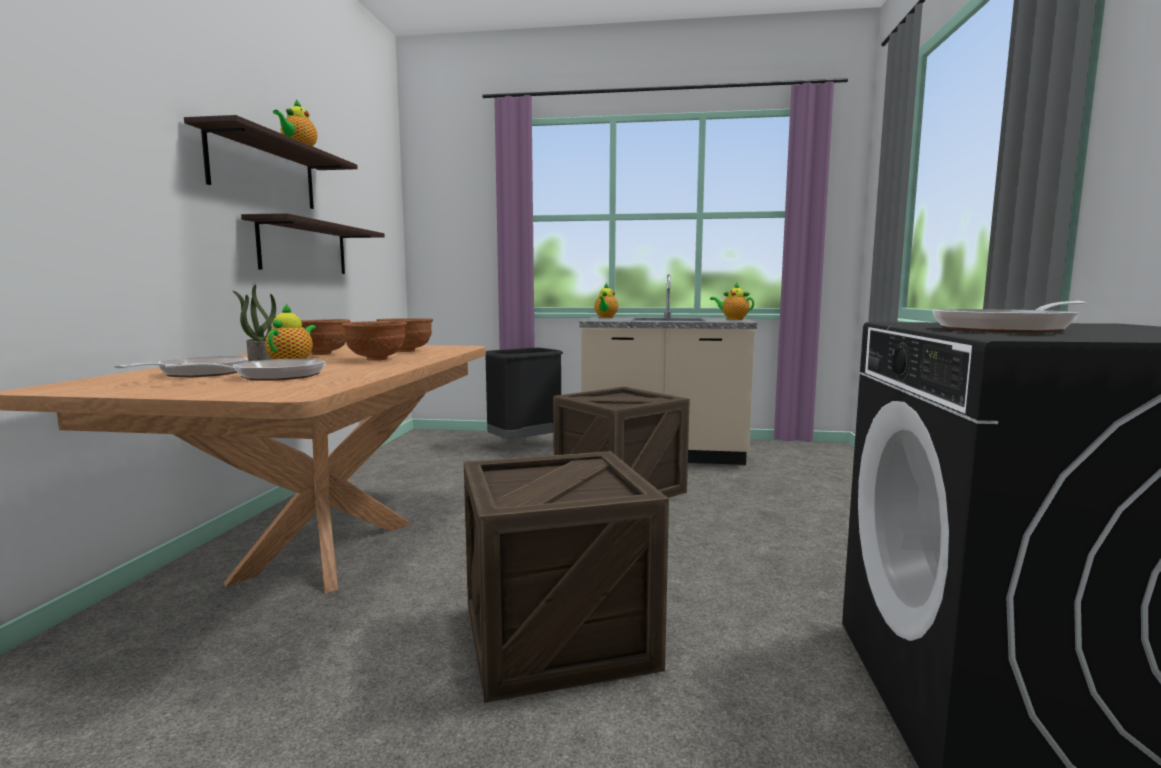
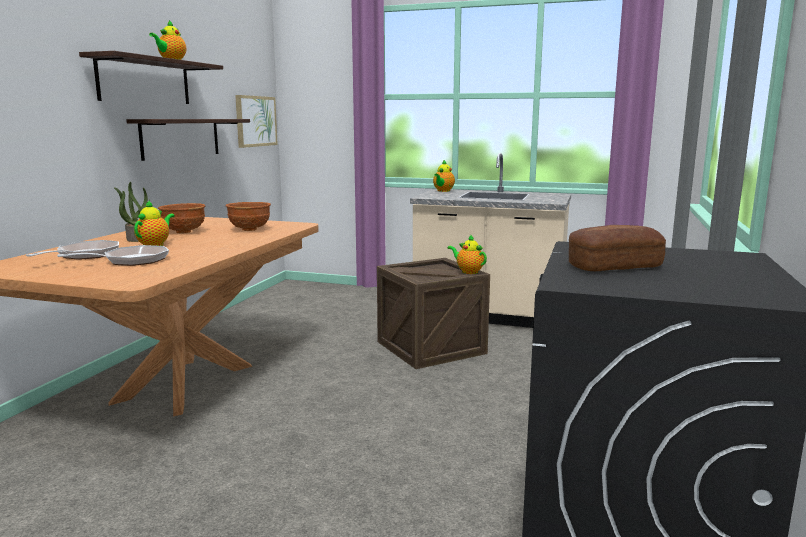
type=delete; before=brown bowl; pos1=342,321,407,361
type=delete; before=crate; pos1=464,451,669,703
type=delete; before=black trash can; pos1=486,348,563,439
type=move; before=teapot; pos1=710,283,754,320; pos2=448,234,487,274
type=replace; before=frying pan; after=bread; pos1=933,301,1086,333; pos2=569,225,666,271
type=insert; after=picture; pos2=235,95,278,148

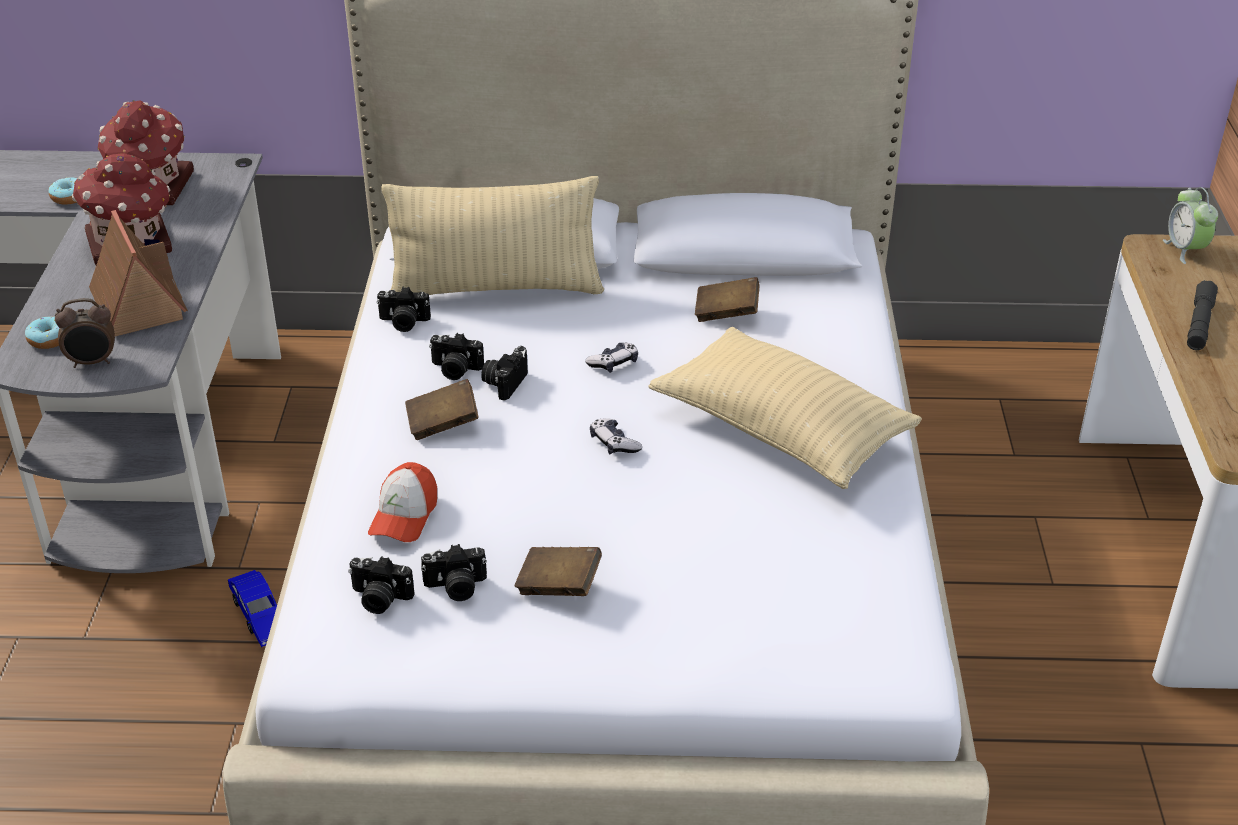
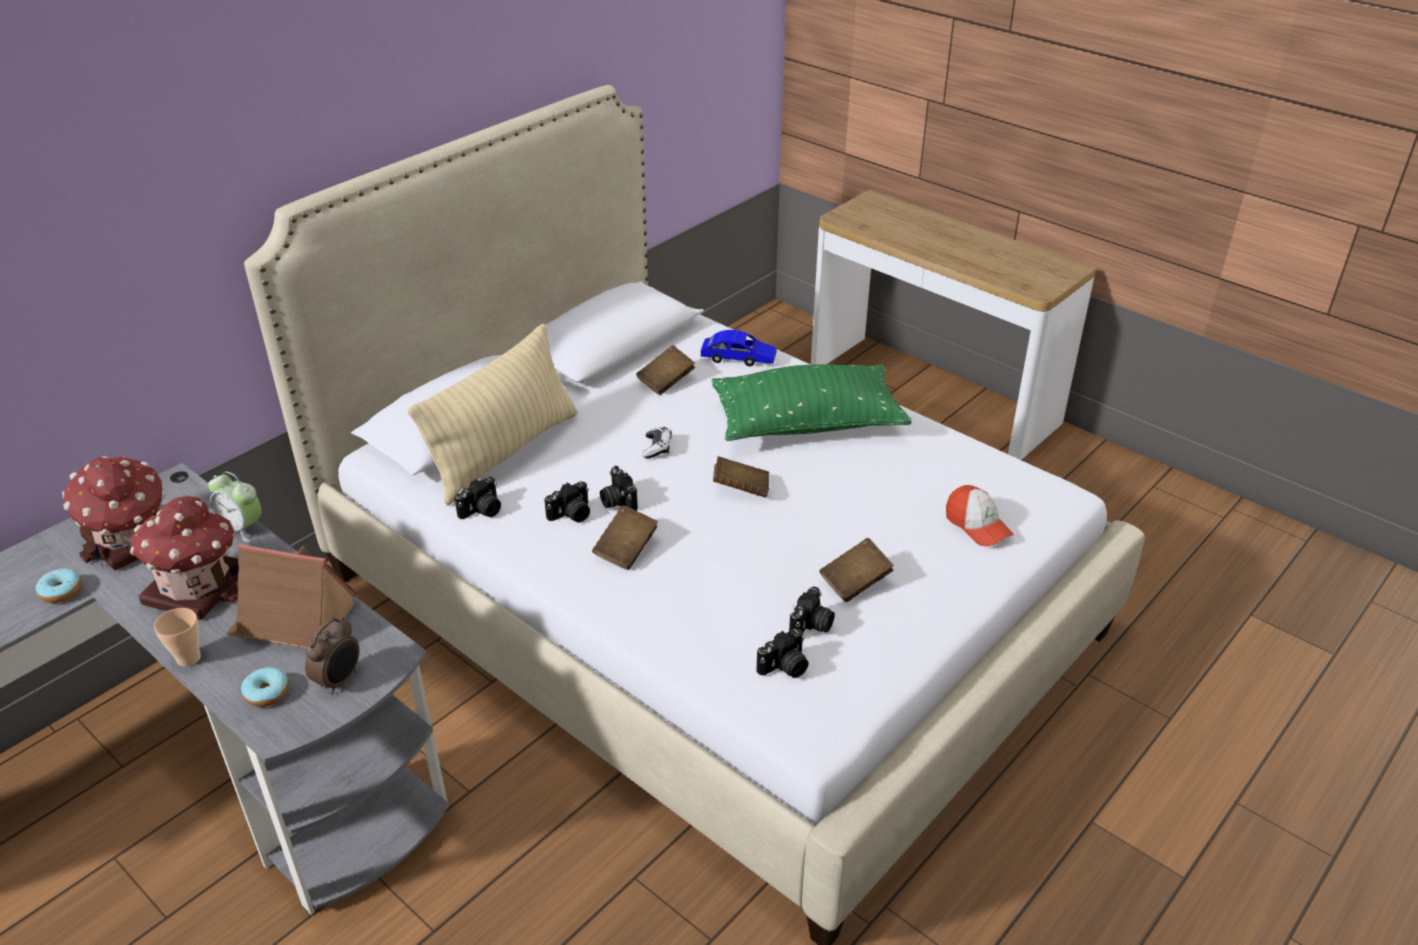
type=move; before=blue toy car; pos1=228,570,277,647; pos2=701,330,776,366
type=move; before=cap; pos1=368,462,437,542; pos2=946,485,1014,546
type=replace; before=game controller; after=brown book; pos1=590,418,642,454; pos2=713,456,769,498
type=recolor; before=beige pillow; after=green pillow; pos1=649,327,922,489; pos2=712,364,912,441
type=move; before=alarm clock; pos1=1163,187,1218,264; pos2=208,471,262,542
type=delete; before=grey flashlight; pos1=1187,280,1218,350
type=insert; after=cup; pos2=154,608,201,666

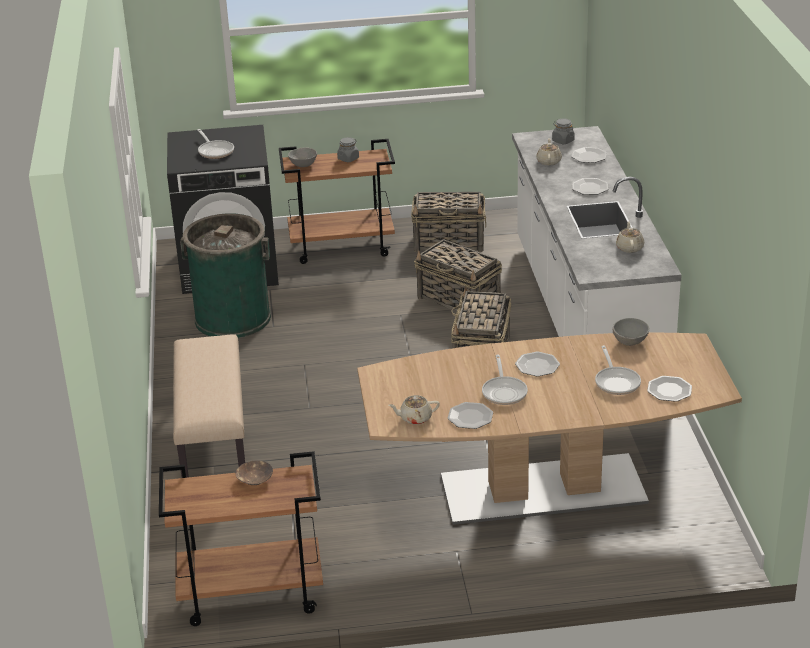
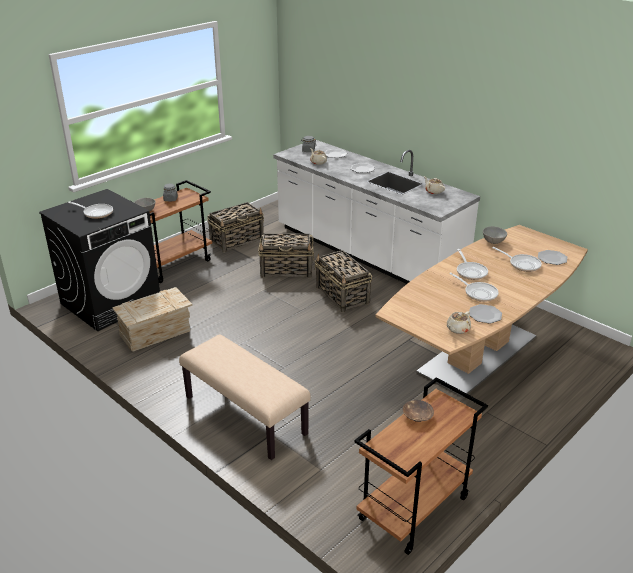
type=replace; before=green trash can; after=crate; pos1=180,213,271,338; pos2=112,287,193,352
type=replace; before=plate; after=frying pan; pos1=515,352,560,377; pos2=457,249,488,280

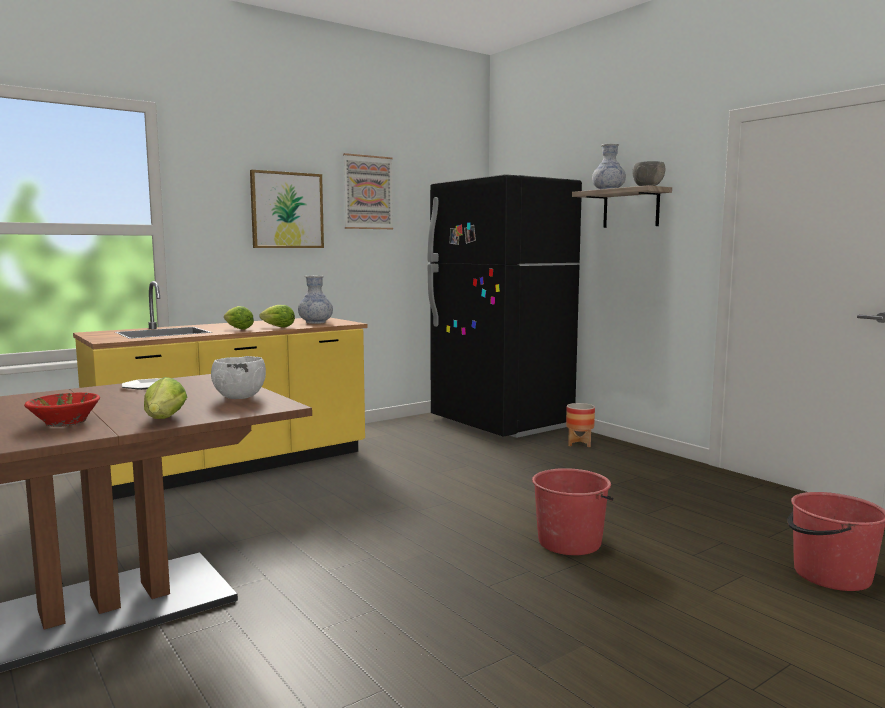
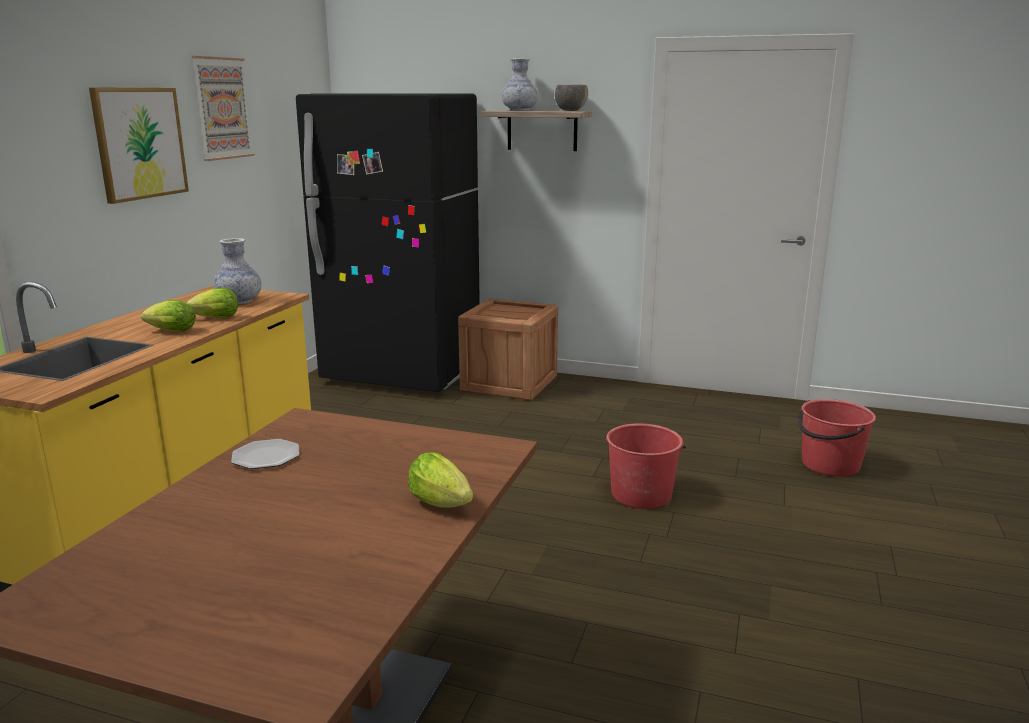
type=delete; before=red bowl; pos1=24,393,100,427
type=delete; before=white bowl; pos1=211,356,266,399
type=replace; before=planter; after=crate; pos1=566,403,595,447; pos2=458,298,558,400

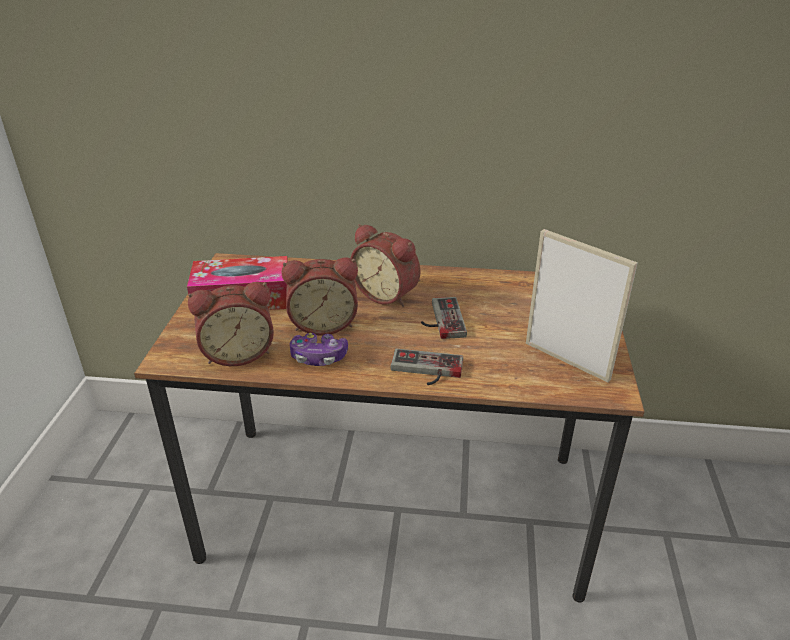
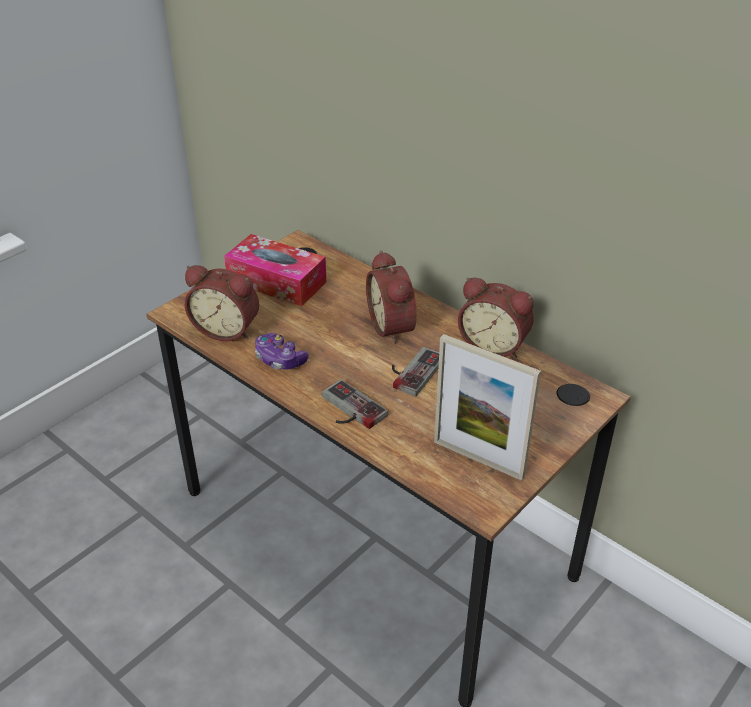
type=move; before=alarm clock; pos1=282,257,358,336; pos2=458,278,534,358
type=rotate; before=picture frame; pos1=526,229,638,382; pos2=434,334,541,480; turn=135

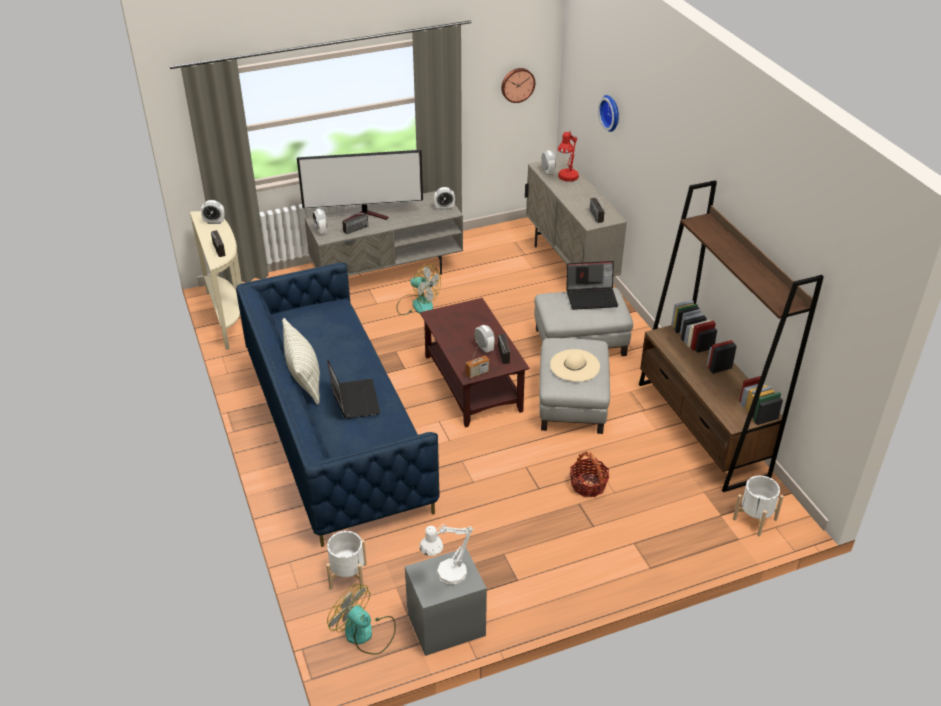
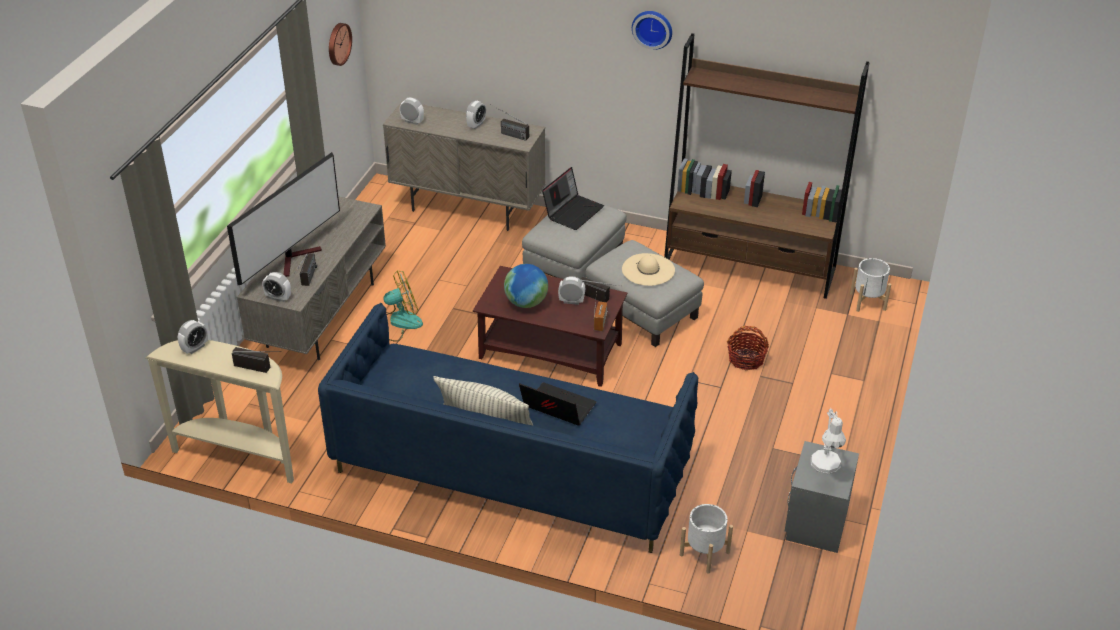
type=delete; before=fan; pos1=327,584,396,655
type=move; before=alarm clock; pos1=434,187,455,210; pos2=466,101,486,129
type=delete; before=red table lamp; pos1=558,131,579,182
type=move; before=wall clock; pos1=598,95,619,132; pos2=632,11,672,50
type=insert; after=globe; pos2=504,264,548,308

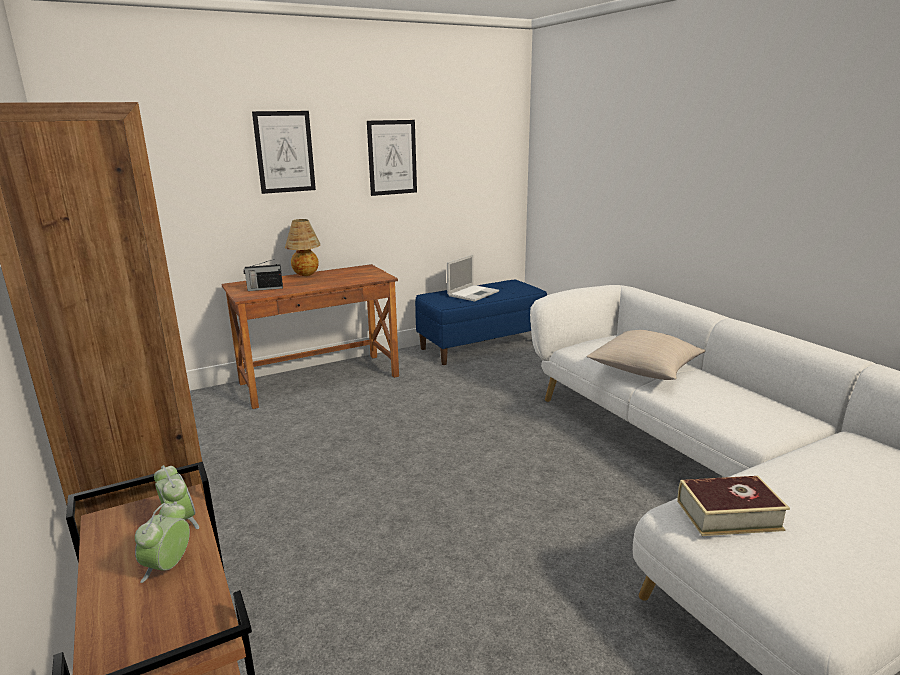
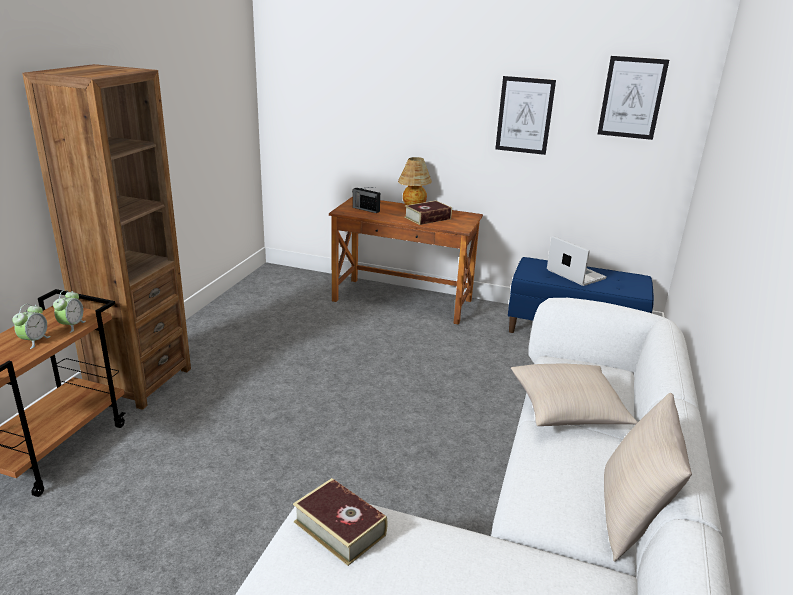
type=rotate; before=alarm clock; pos1=135,501,190,583; pos2=12,304,51,349; turn=135
type=move; before=picture; pos1=252,111,316,194; pos2=598,56,669,140
type=rotate; before=laptop; pos1=447,255,499,302; pos2=547,236,606,286; turn=-120
type=insert; after=book; pos2=405,201,452,225
type=insert; after=beige pillow; pos2=604,393,692,562

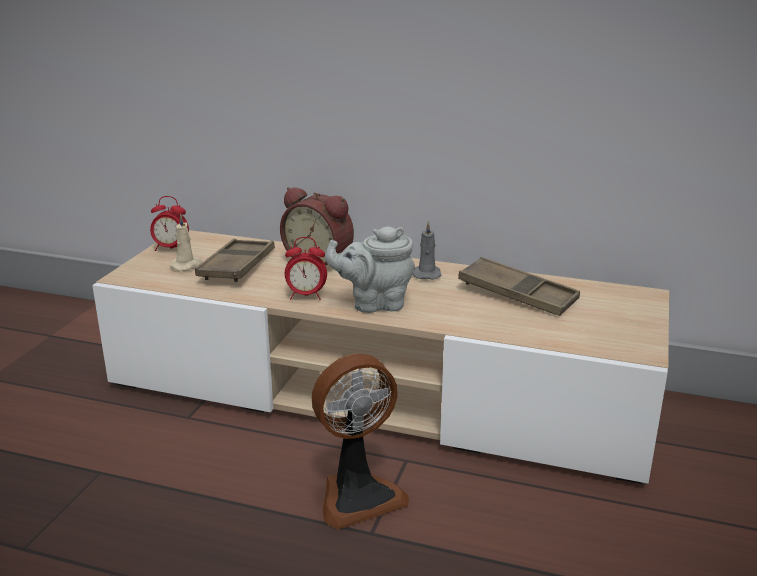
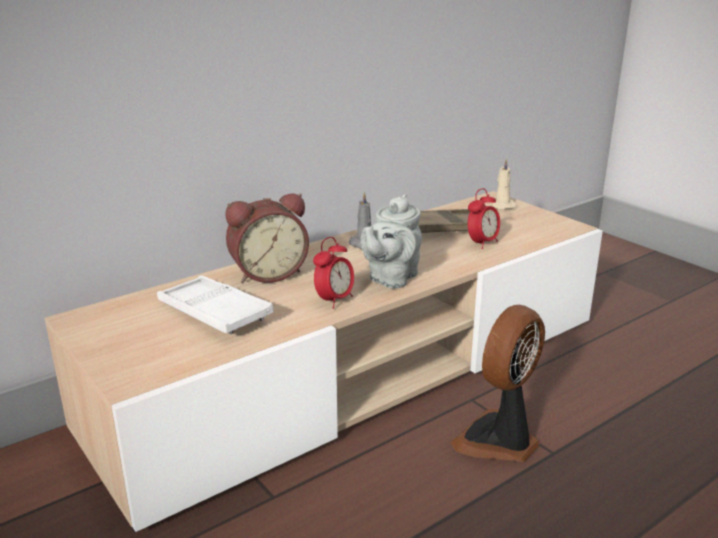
type=move; before=alarm clock; pos1=150,196,189,251; pos2=468,188,500,249
type=move; before=beige candle; pos1=170,214,203,271; pos2=490,158,516,210
type=recolor; before=brown tray; after=white tray; pos1=195,239,275,282; pos2=157,275,273,334
type=rotate; before=fan; pos1=312,354,409,529; pos2=451,305,545,462; turn=-150

